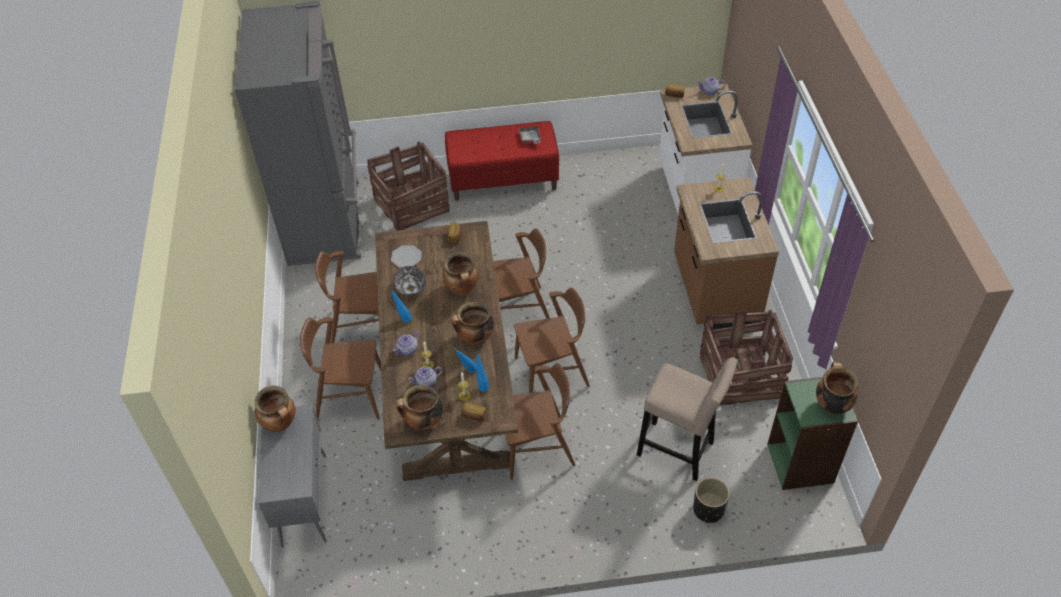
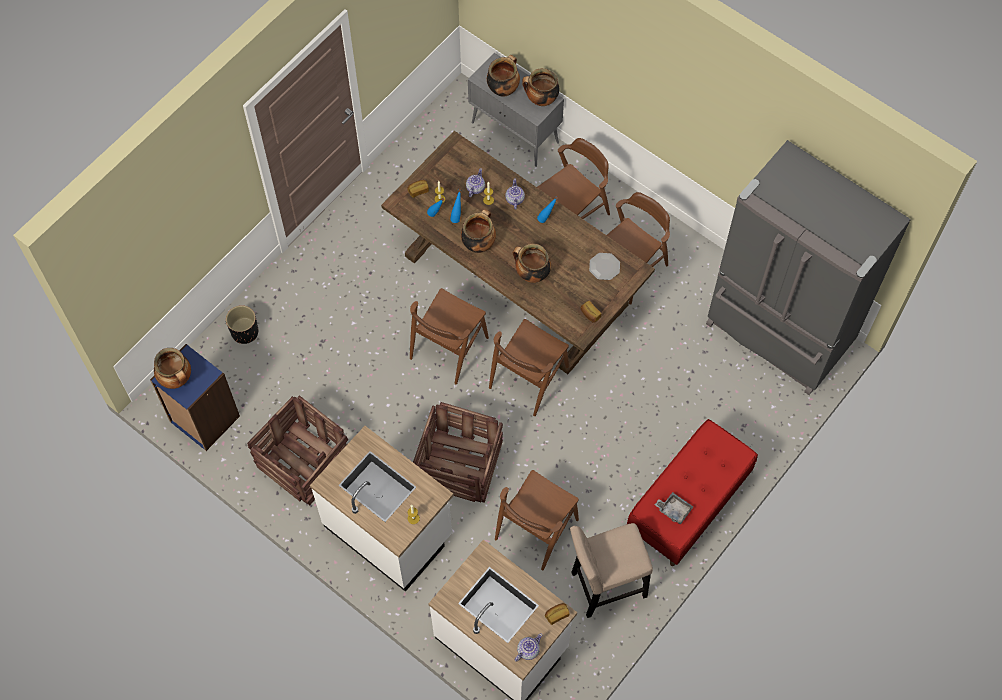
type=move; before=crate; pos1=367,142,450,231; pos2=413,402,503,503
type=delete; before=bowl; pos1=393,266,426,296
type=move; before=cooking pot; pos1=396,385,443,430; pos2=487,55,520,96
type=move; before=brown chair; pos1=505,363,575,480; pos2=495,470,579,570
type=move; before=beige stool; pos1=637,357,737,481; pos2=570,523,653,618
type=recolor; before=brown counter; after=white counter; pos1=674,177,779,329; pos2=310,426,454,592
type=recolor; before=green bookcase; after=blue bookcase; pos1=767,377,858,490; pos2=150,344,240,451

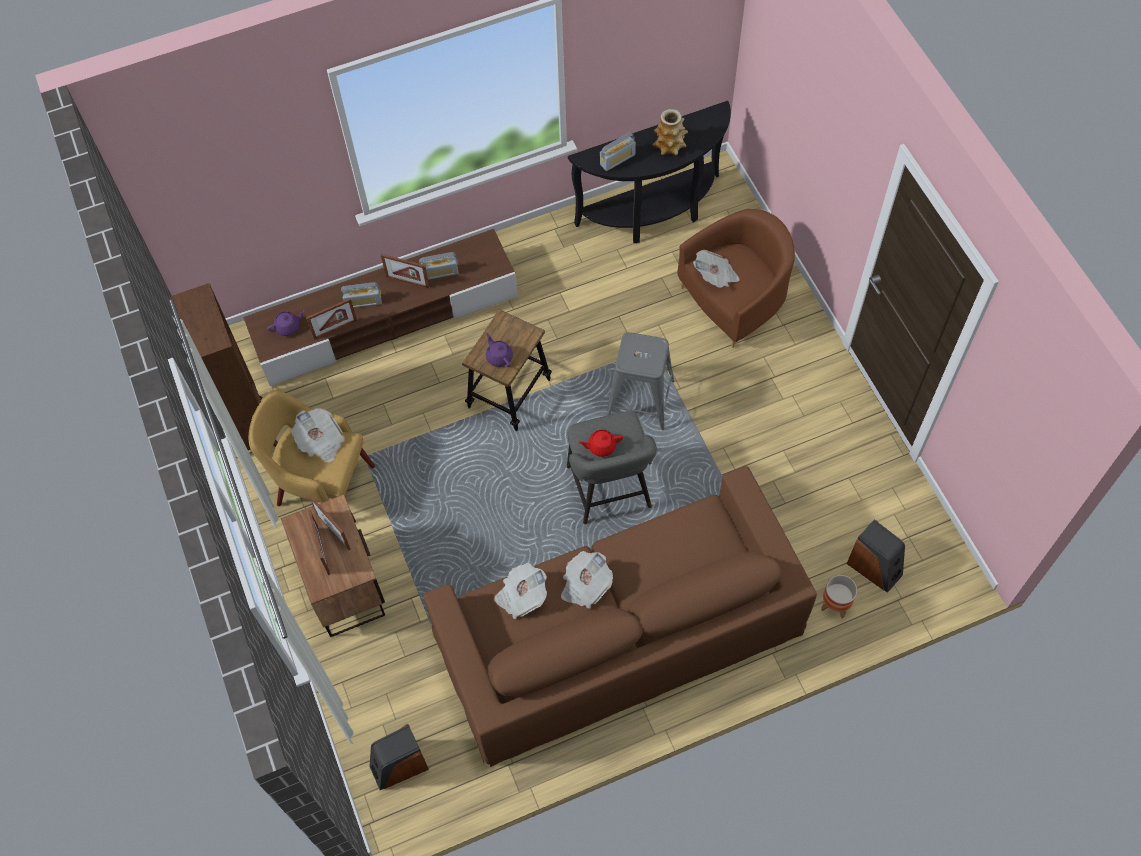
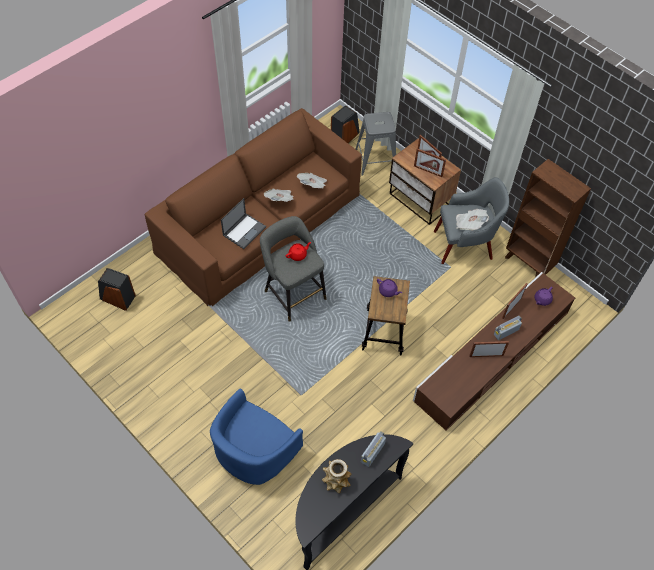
type=recolor; before=yellow armchair; after=grey armchair; pos1=249,390,375,523; pos2=434,177,509,264
type=delete; before=radio; pos1=419,252,459,280
type=move; before=grey stool; pos1=606,332,674,430; pos2=356,112,396,176
type=recolor; before=brown armchair; after=blue armchair; pos1=677,209,795,348; pos2=210,388,303,485
type=delete; before=newspaper; pos1=693,250,740,288
type=delete; before=planter; pos1=821,575,857,618
type=insert; after=laptop; pos2=221,198,266,249

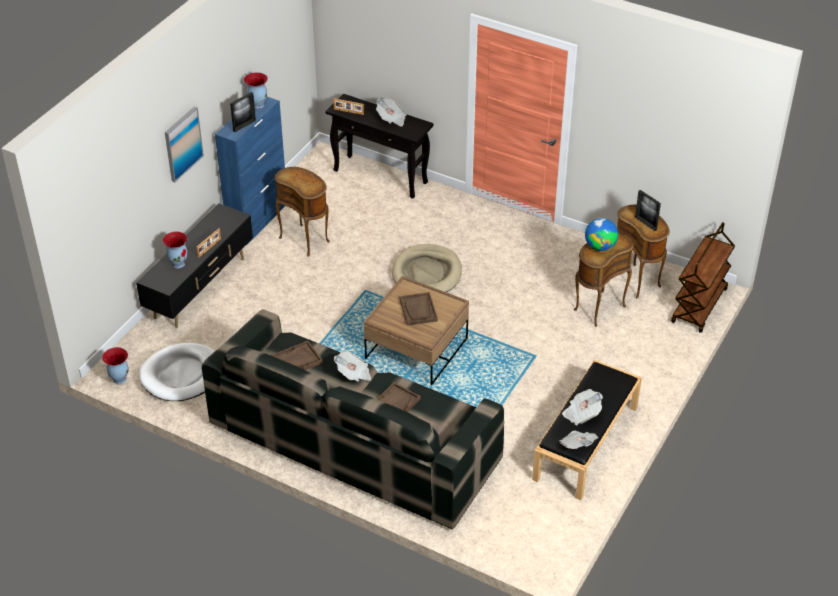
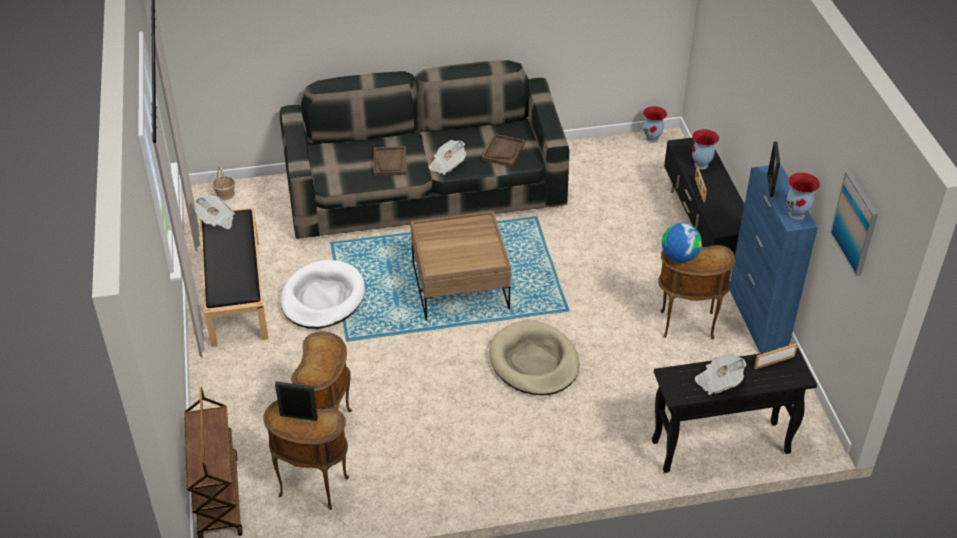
type=move; before=white dog bed; pos1=139,343,215,401; pos2=280,260,365,329
type=move; before=picture; pos1=165,106,204,182; pos2=830,171,878,276
type=delete; before=brown tray; pos1=399,292,438,326
type=delete; before=newspaper; pos1=562,389,603,426
type=move; before=globe; pos1=585,218,618,251; pos2=662,223,702,263
type=insert; after=basket; pos2=212,167,235,200

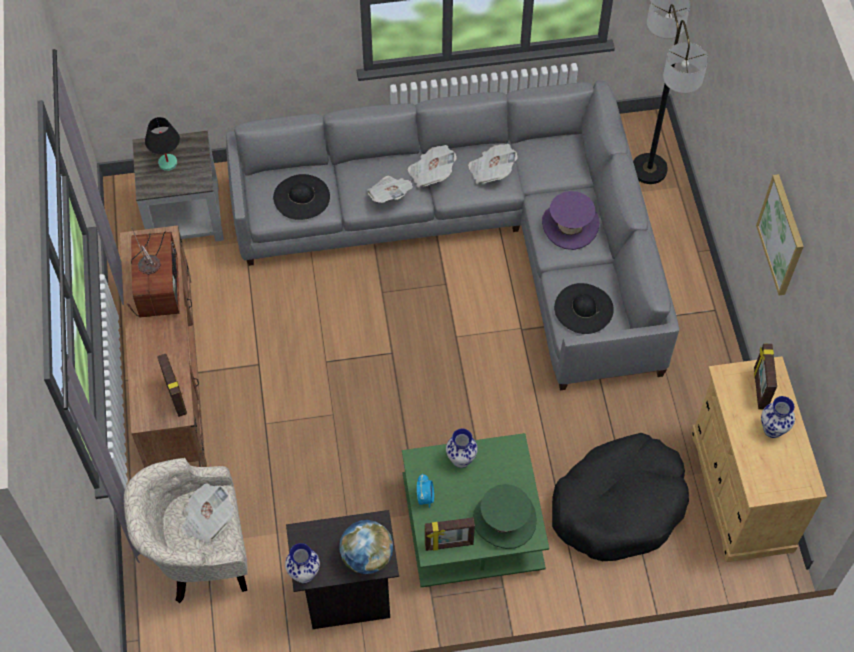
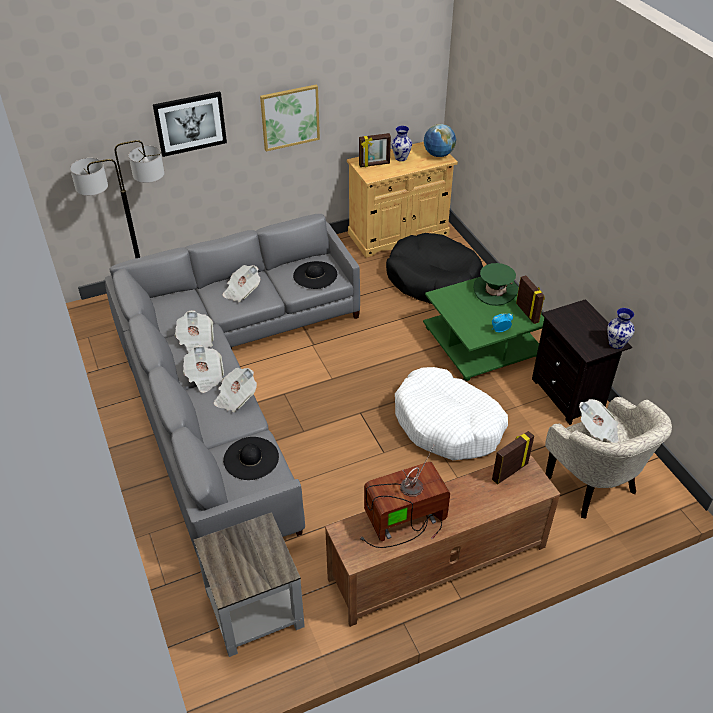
type=delete; before=black table lamp; pos1=145,117,180,171
type=move; before=globe; pos1=339,520,393,574; pos2=424,124,456,157
type=delete; before=vase; pos1=446,429,478,468
type=replace; before=purple hat; after=newspaper; pos1=542,191,600,250; pos2=223,265,260,302
type=insert; after=picture; pos2=153,91,227,157
type=insert; after=white dog bed; pos2=395,367,508,460

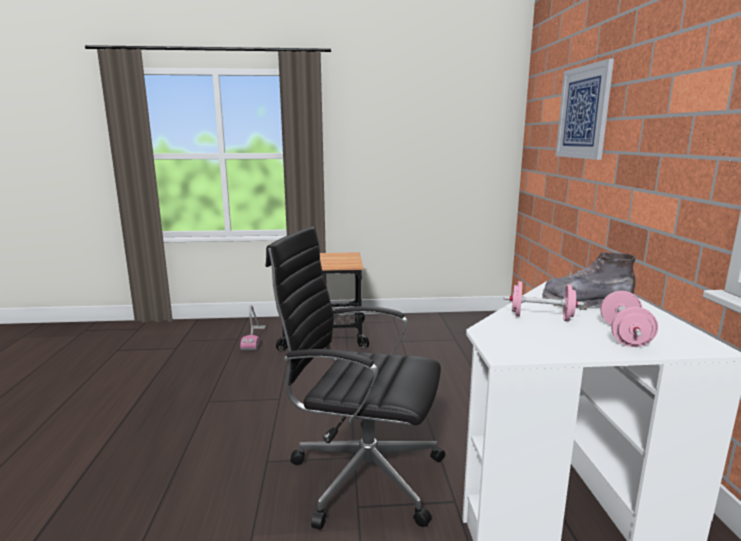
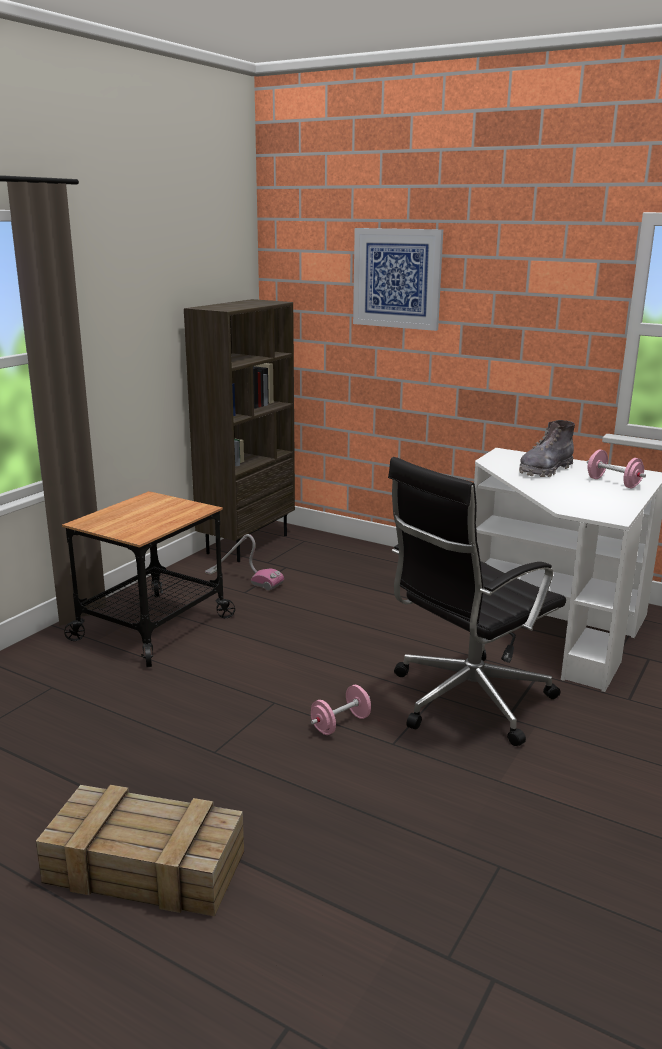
type=move; before=vacuum cleaner; pos1=240,305,266,351; pos2=205,534,284,591
type=move; before=pink dumbbell; pos1=504,281,584,321; pos2=311,685,371,735
type=insert; after=crate; pos2=36,785,244,917
type=insert; after=brown bookcase; pos2=184,299,295,562

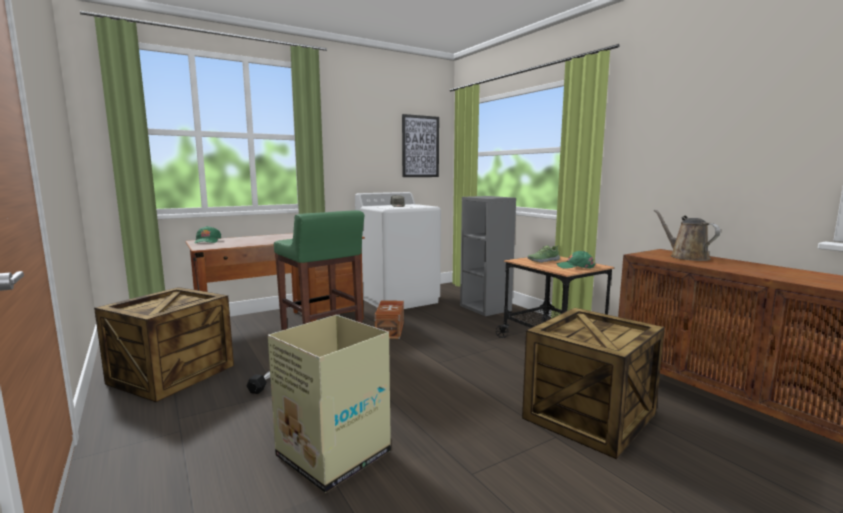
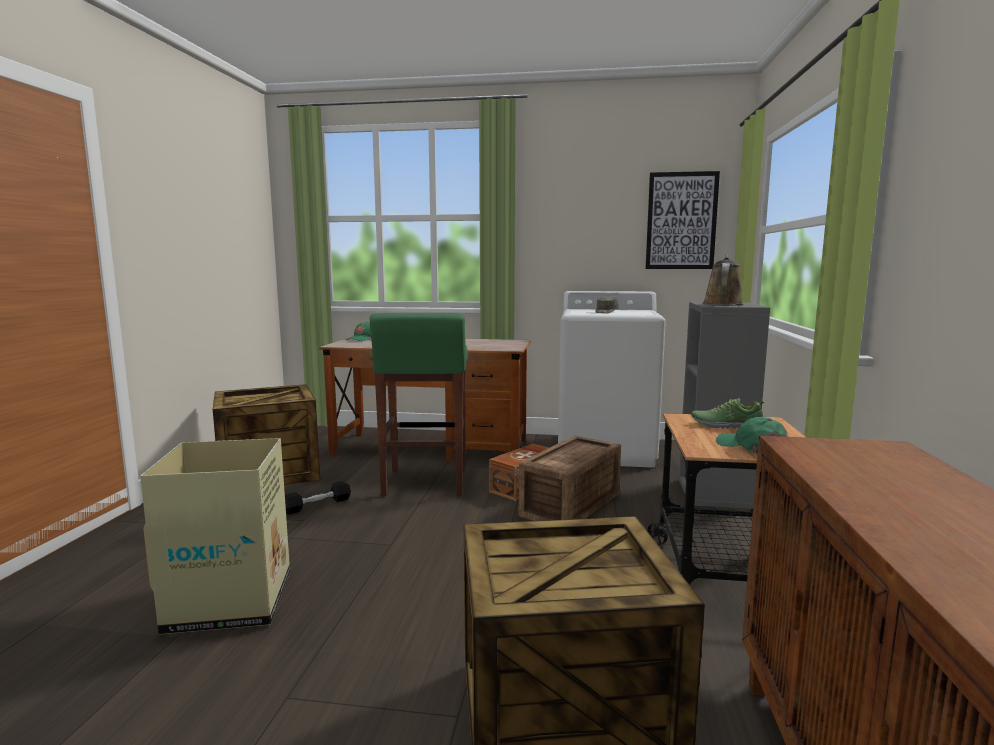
type=move; before=brown watering can; pos1=654,209,720,261; pos2=702,255,744,305
type=insert; after=crate; pos2=519,436,621,521

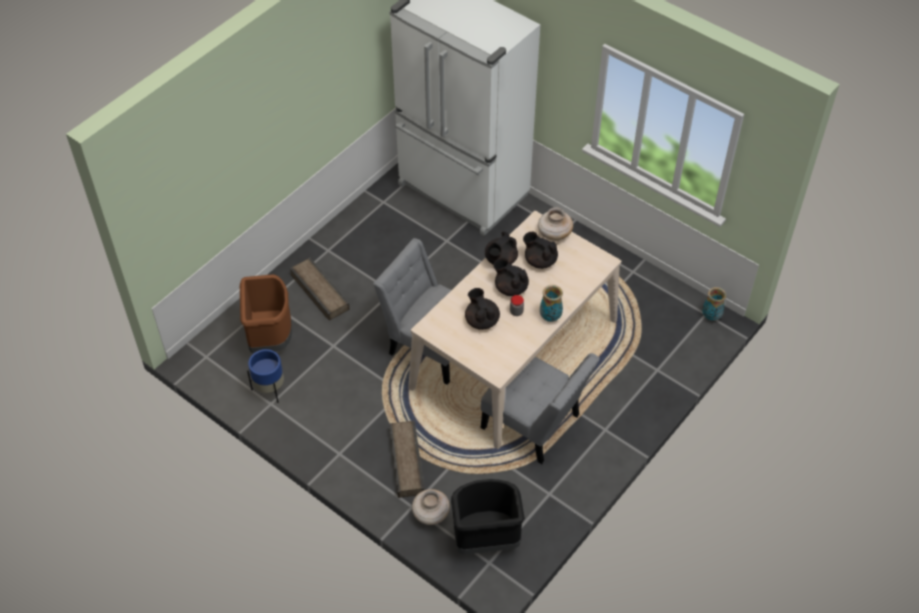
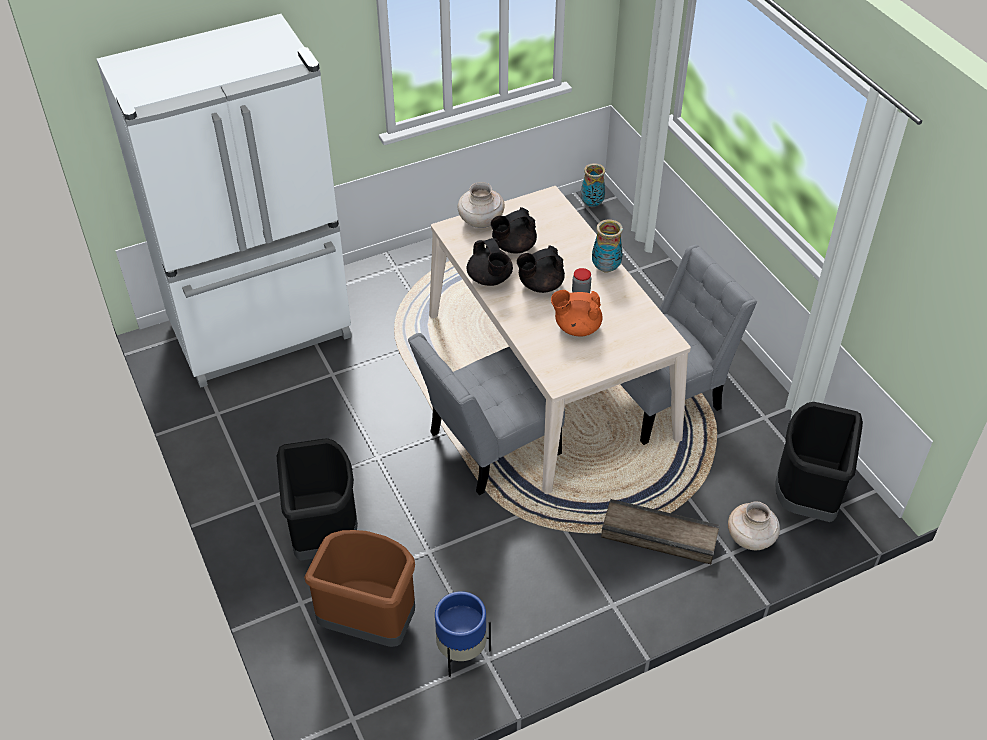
type=replace; before=crate; after=black trash can; pos1=290,258,350,321; pos2=277,438,358,561
type=recolor; before=black teapot; after=orange teapot; pos1=465,288,500,330; pos2=551,290,603,336

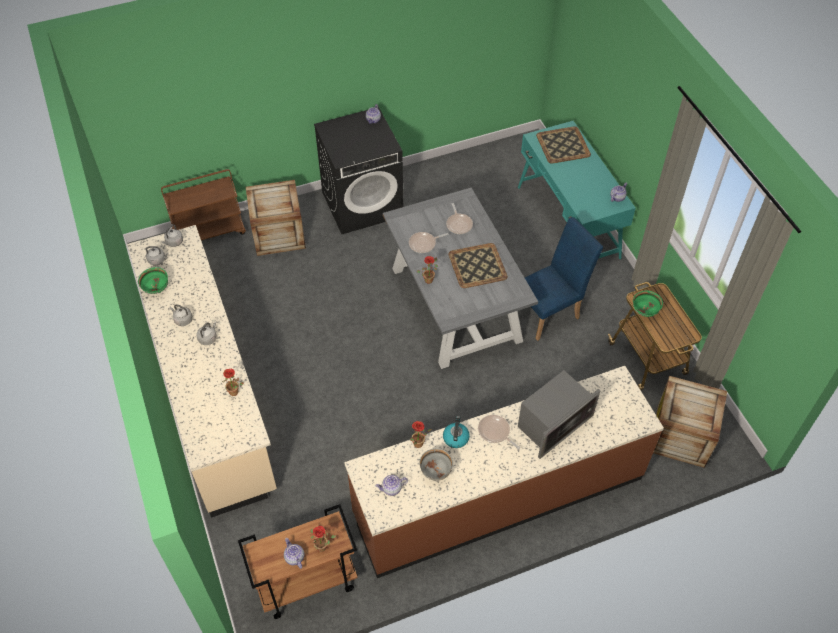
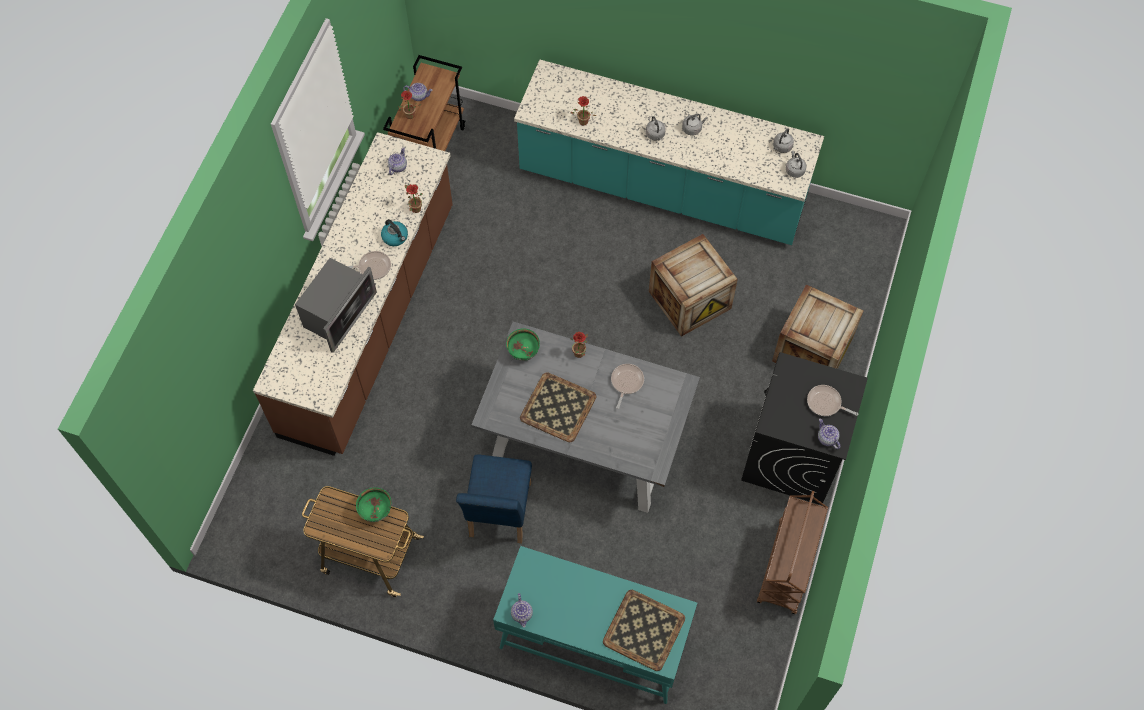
type=recolor; before=beige counter; after=turquoise counter; pos1=127,225,277,518; pos2=514,60,824,245
type=move; before=green bowl; pos1=138,267,168,294; pos2=506,328,540,361
type=move; before=brown cart; pos1=161,169,246,240; pos2=757,491,828,615
type=delete; before=grey bowl; pos1=419,448,453,481
type=move; before=frying pan; pos1=446,203,473,234; pos2=807,385,858,416
type=rotate; before=microwave; pos1=518,370,600,459; pos2=295,258,377,353; turn=-150
type=move; before=crate; pos1=653,376,727,468; pos2=649,234,738,337

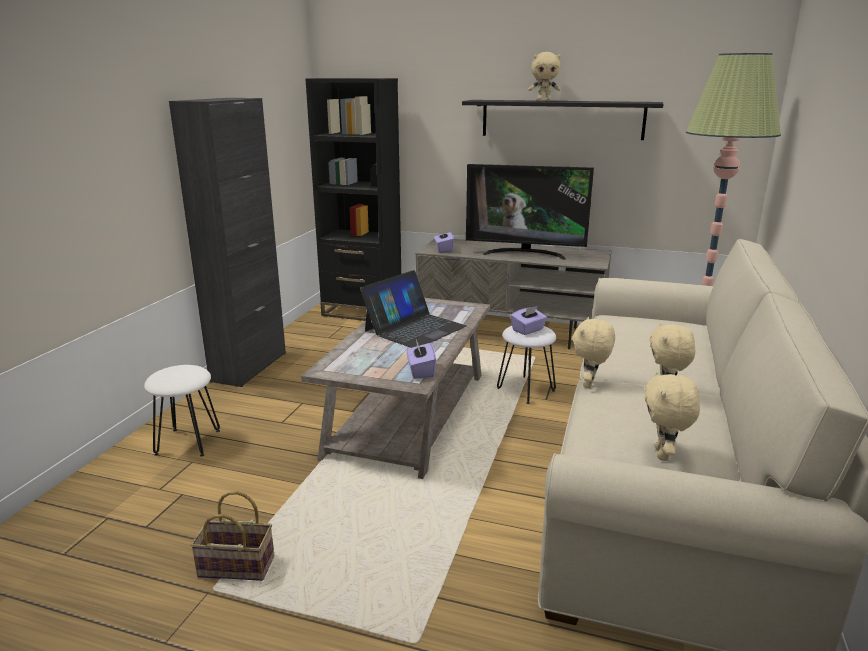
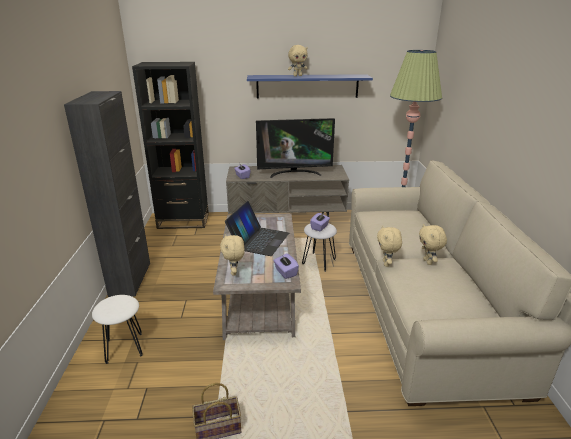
type=recolor; before=black shelf; after=blue shelf; pos1=462,100,664,140; pos2=247,74,373,98
type=move; before=beige plush toy; pos1=644,370,700,461; pos2=220,234,245,276

